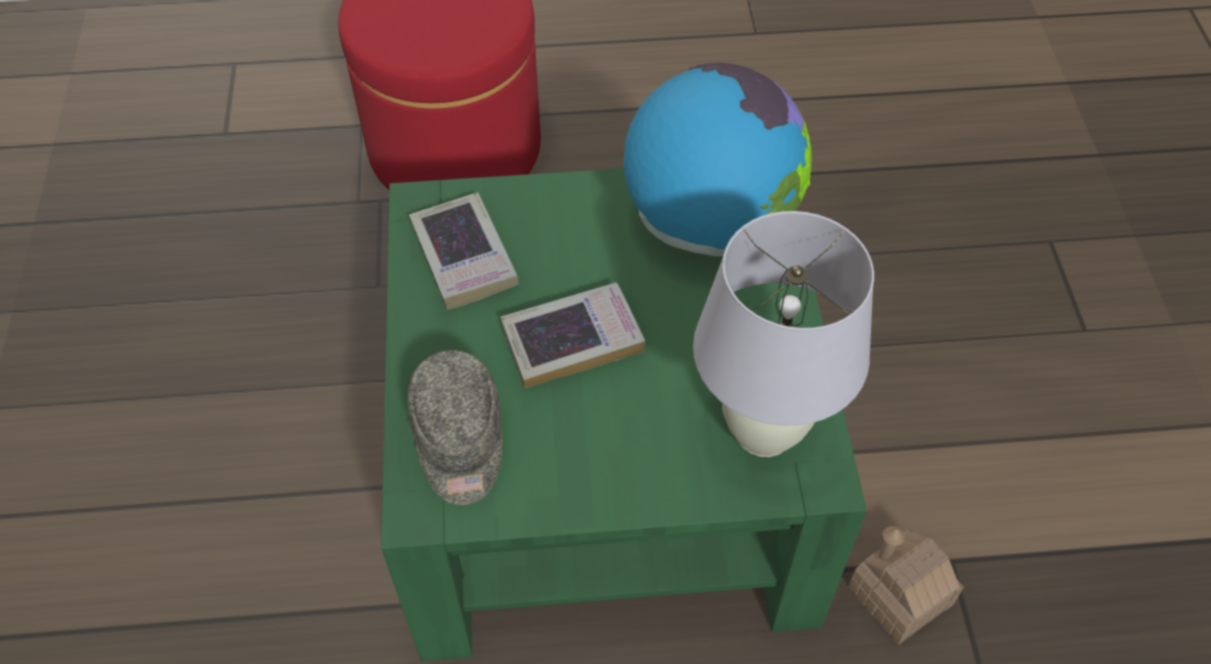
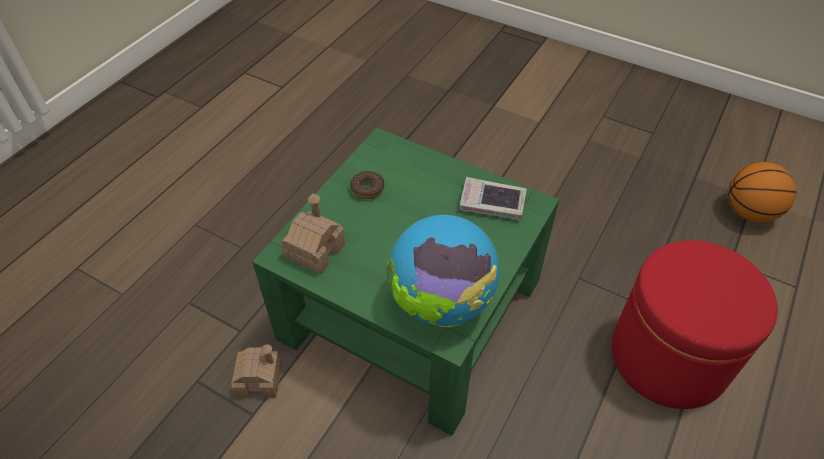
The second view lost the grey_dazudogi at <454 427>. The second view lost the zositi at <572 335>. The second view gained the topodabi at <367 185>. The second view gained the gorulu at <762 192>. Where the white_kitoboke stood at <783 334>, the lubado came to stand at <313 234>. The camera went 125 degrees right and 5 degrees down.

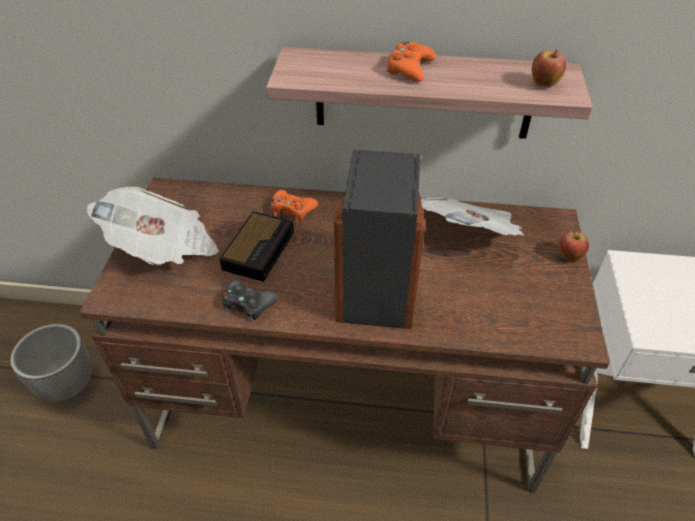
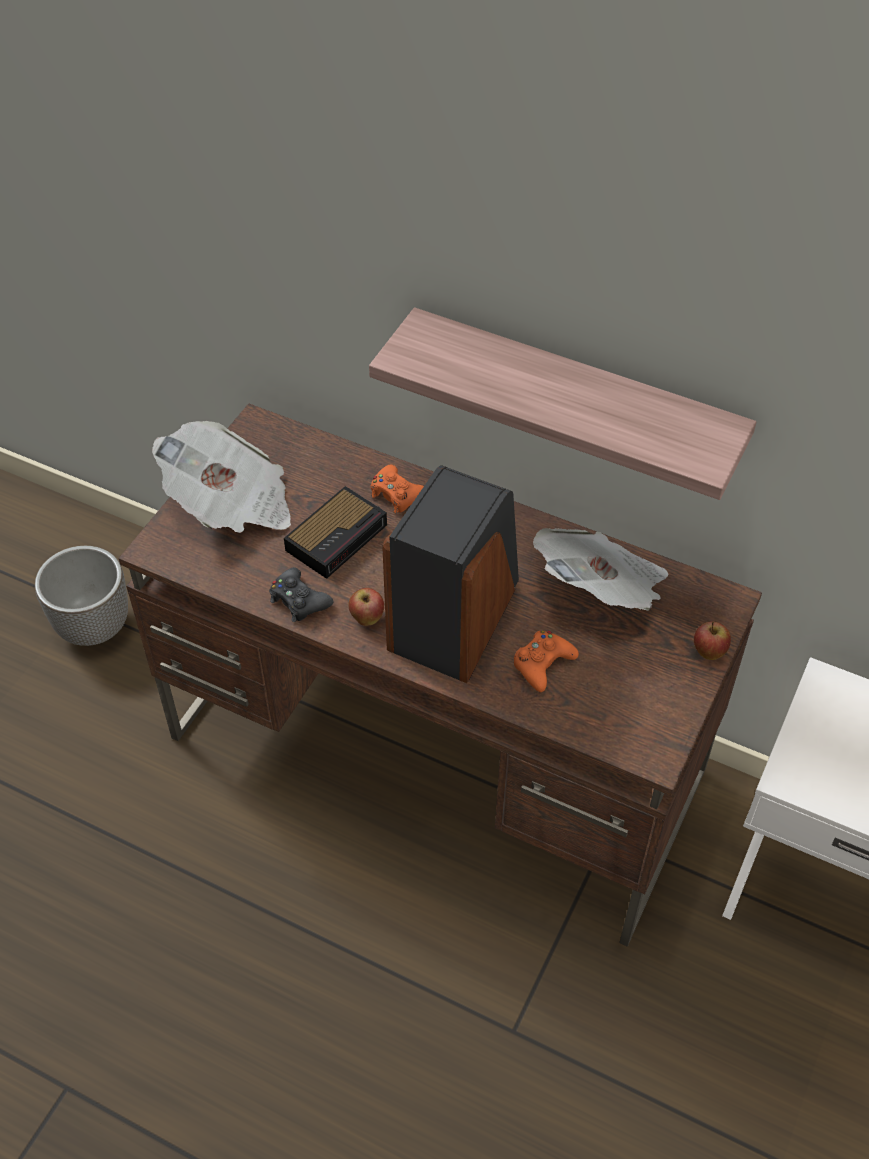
The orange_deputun ended up elsewhere, having gone from <411 62> to <546 661>. The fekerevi ended up elsewhere, having gone from <549 68> to <366 607>. The camera went 20 degrees right and 5 degrees up.

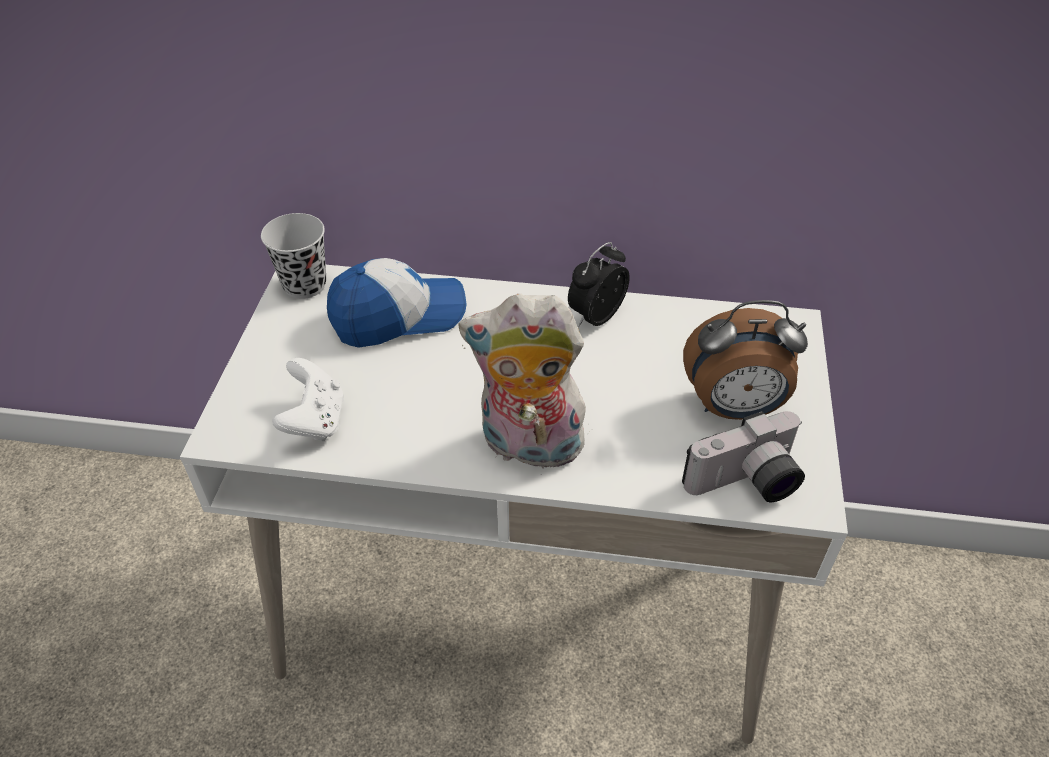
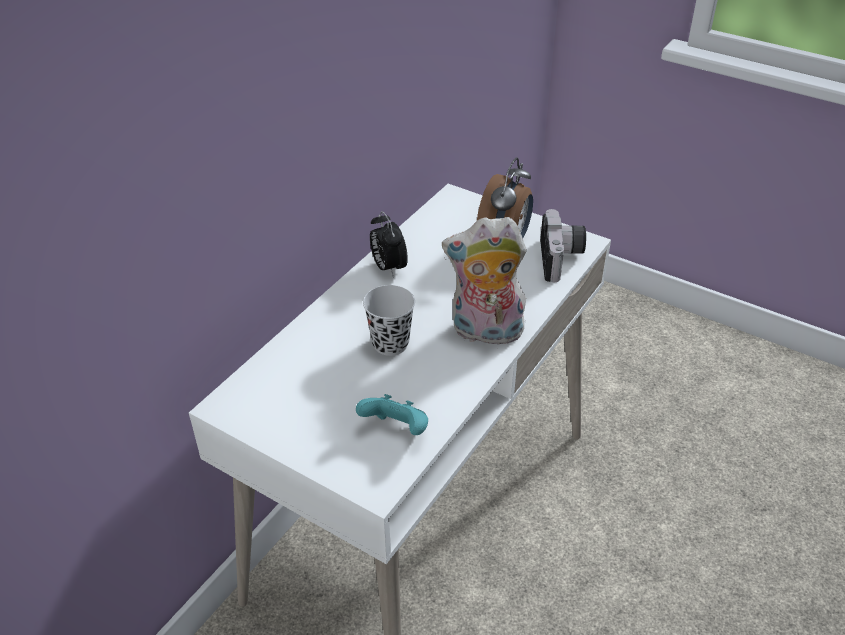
The second view lost the dazudogi at <397 303>. The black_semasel ended up elsewhere, having gone from <293 256> to <389 320>. What was the white_deputun at <308 399> turned into the turquoise_deputun at <392 414>. The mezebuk at <525 384> ended up facing another way, 60 degrees clockwise from before. The camera went 65 degrees left and 5 degrees down.

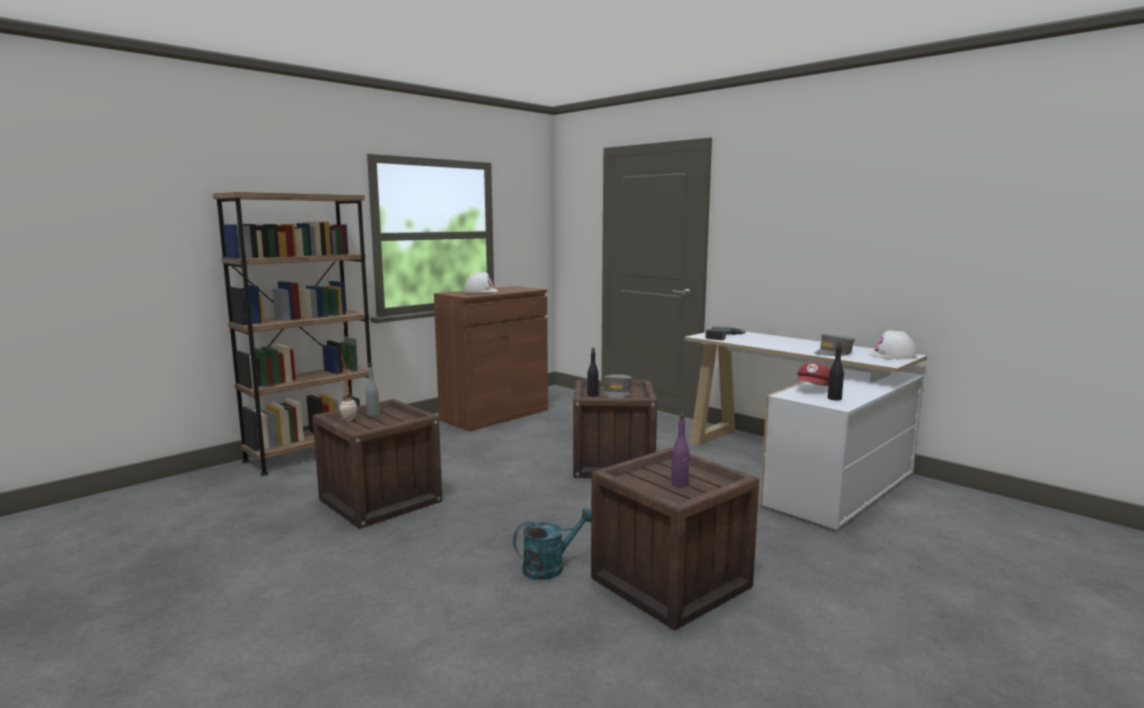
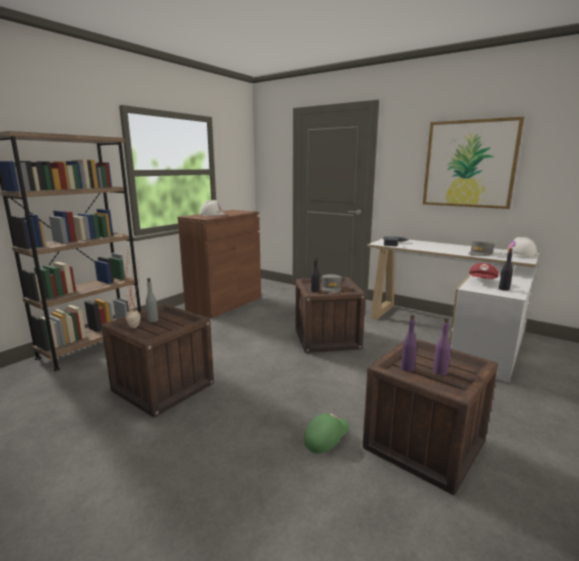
The second view gained the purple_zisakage at <409 343>. The second view gained the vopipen at <473 163>. Where the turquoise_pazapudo stood at <552 544>, the green_dazudogi came to stand at <326 433>. The camera went 10 degrees left and 5 degrees up.

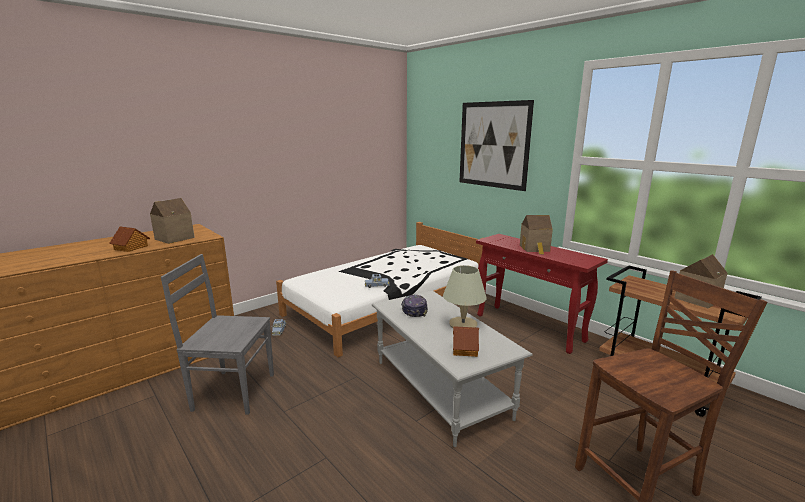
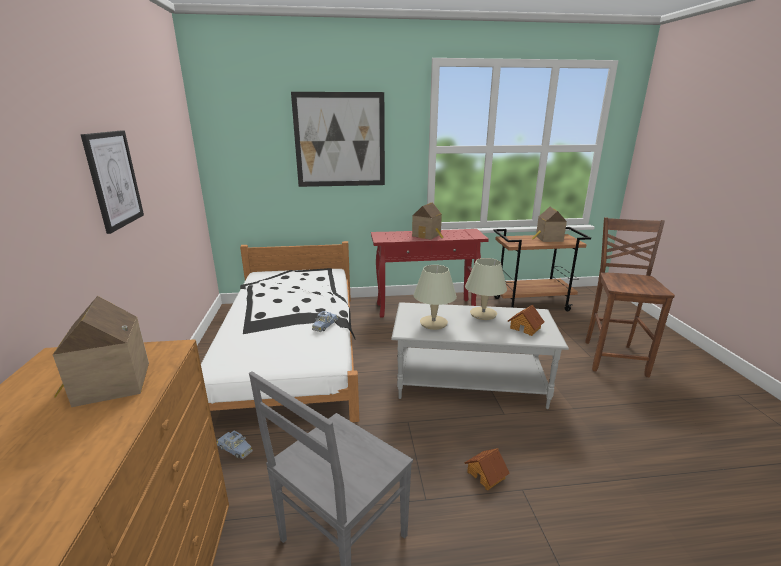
The second view gained the vopipen at <112 182>. The lubado ended up elsewhere, having gone from <129 239> to <487 469>. Where the dazudogi stood at <414 306>, the beige_kitoboke came to stand at <435 297>. The camera went 55 degrees left and 5 degrees up.

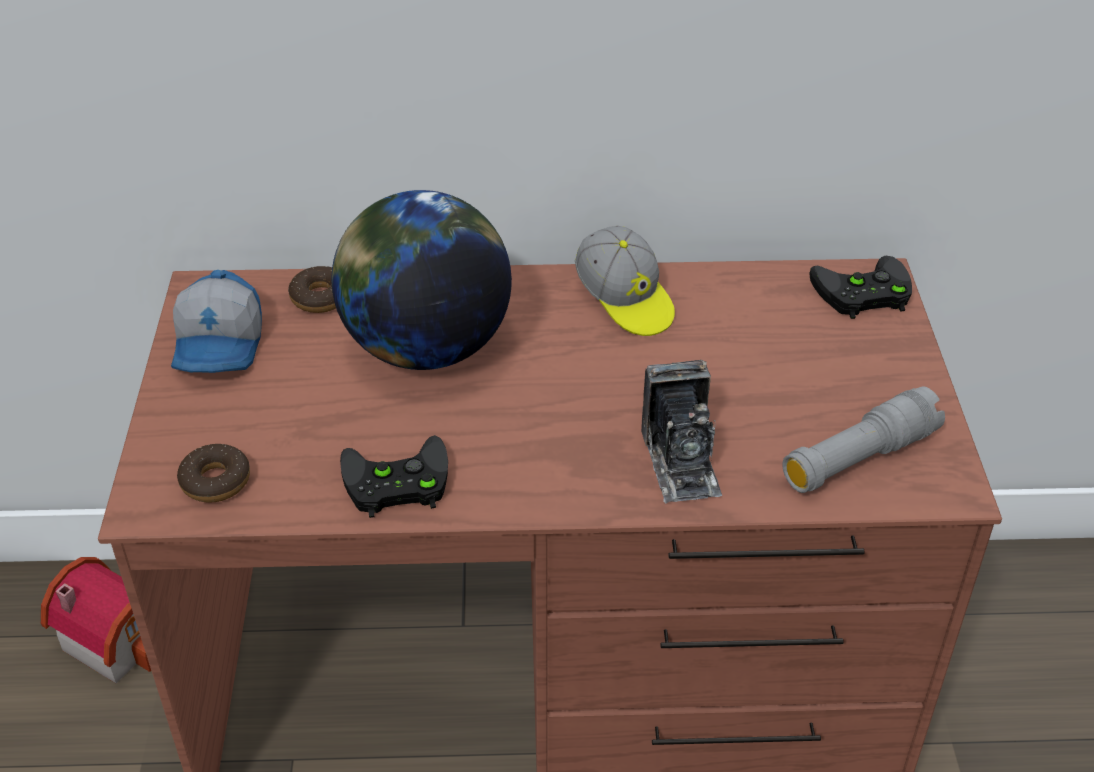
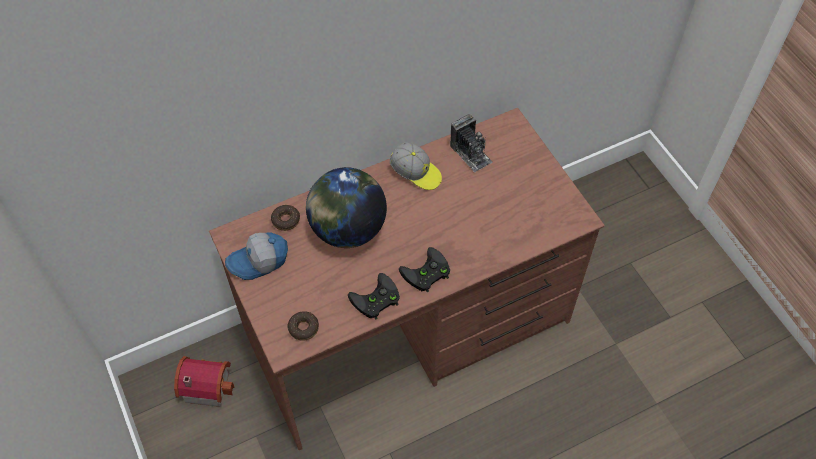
The second view lost the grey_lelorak at <863 439>. The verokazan ended up elsewhere, having gone from <681 432> to <471 143>. The black_deputun ended up elsewhere, having gone from <860 287> to <424 269>. The dazudogi at <216 321> ended up facing another way, 90 degrees clockwise from before. The camera went 25 degrees left and 15 degrees up.

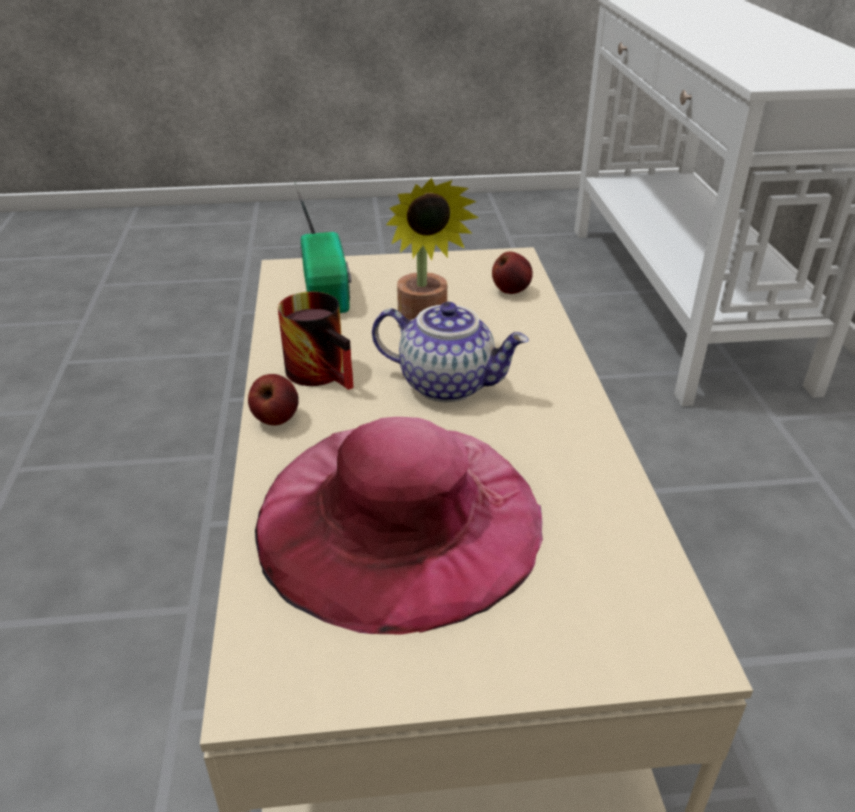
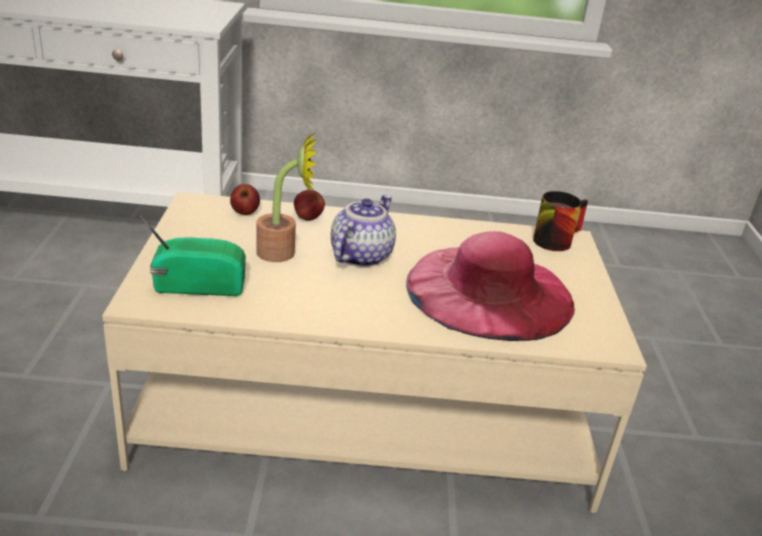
The fekerevi ended up elsewhere, having gone from <273 399> to <309 205>. The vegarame ended up elsewhere, having gone from <315 341> to <560 221>. The camera went 85 degrees left and 5 degrees down.

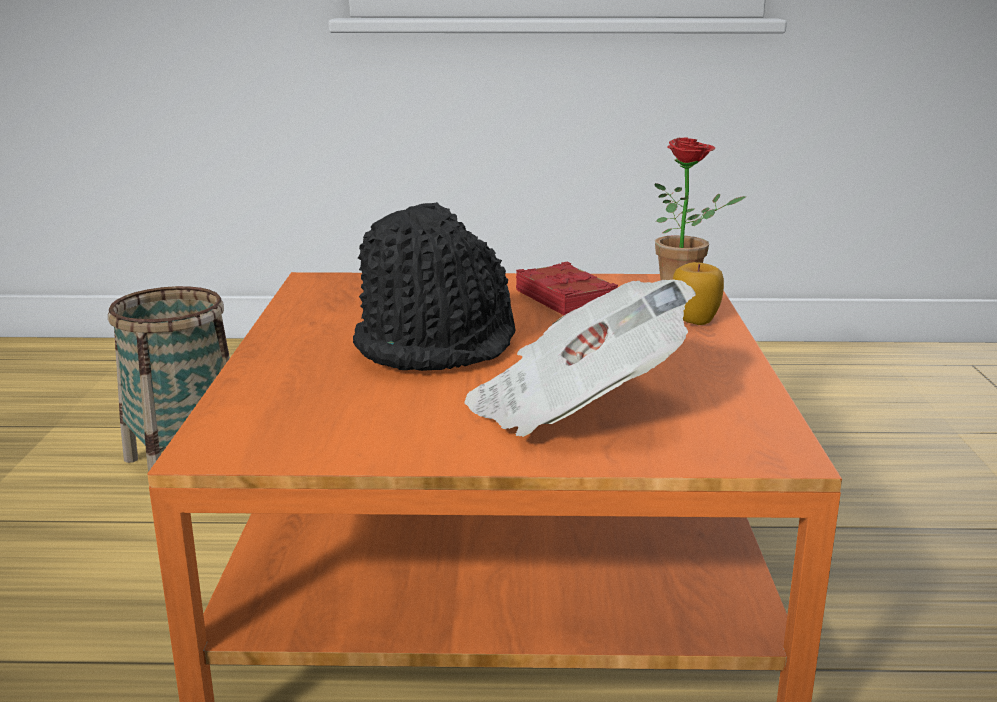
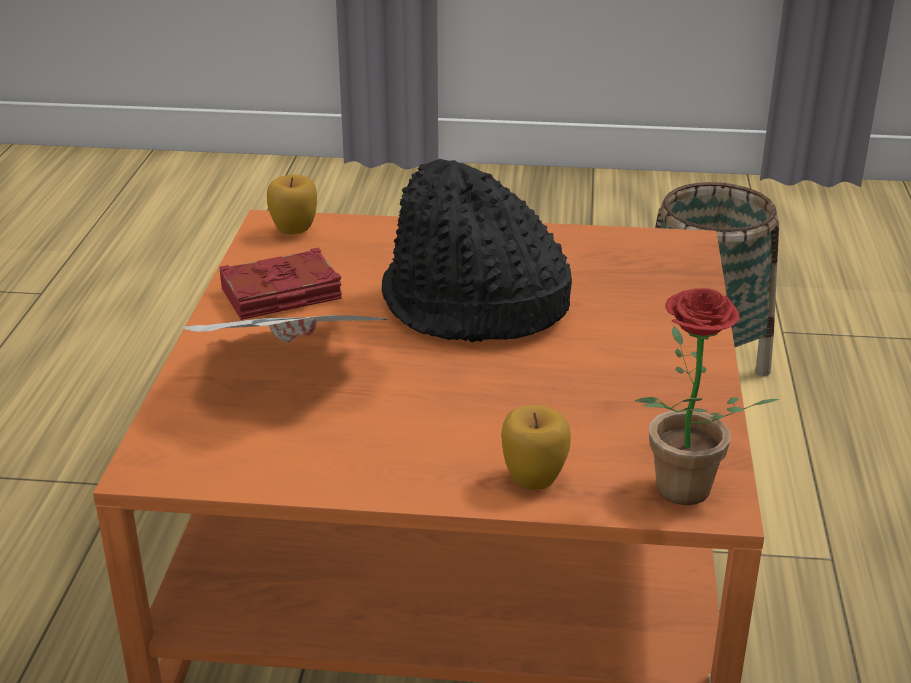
The second view gained the fekerevi at <292 204>. The red_zositi ended up elsewhere, having gone from <567 288> to <280 283>. The camera went 95 degrees right and 10 degrees up.

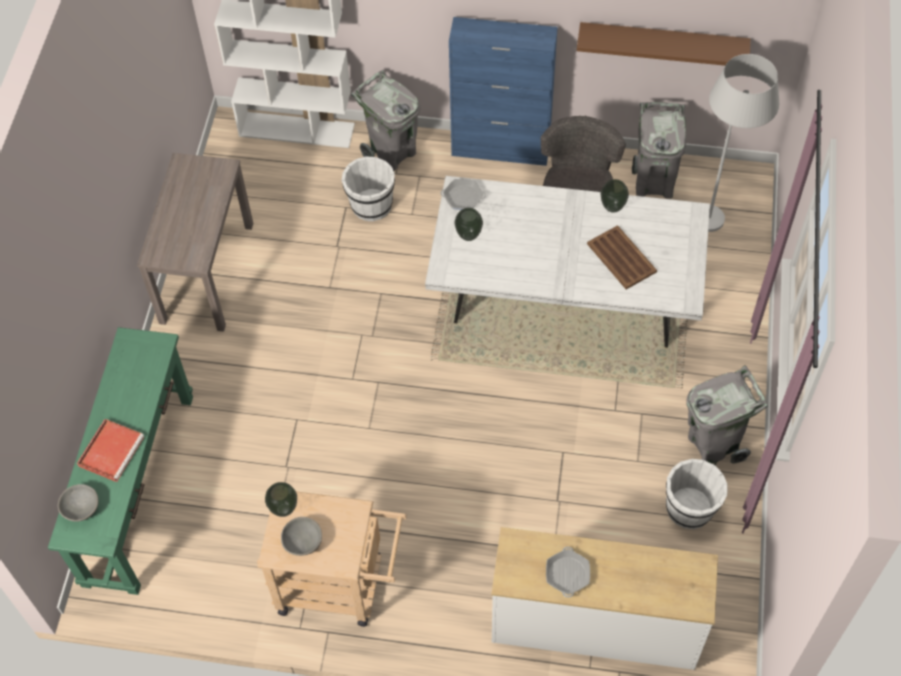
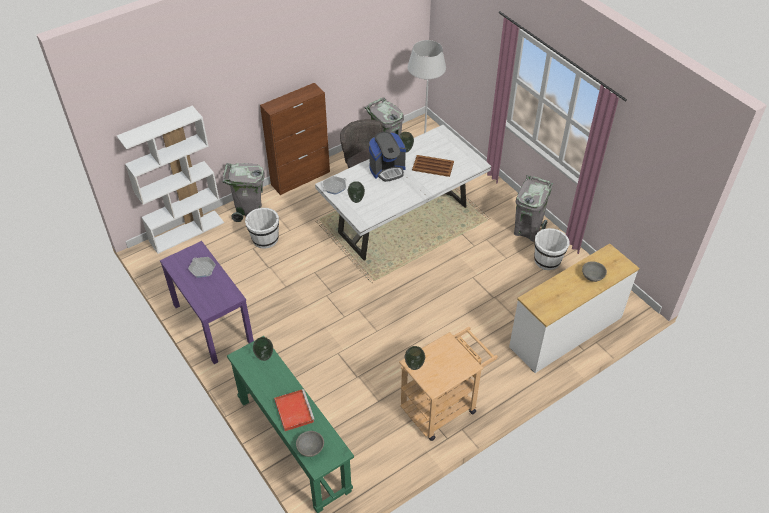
The second view lost the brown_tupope at <664 44>. The second view gained the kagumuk at <263 349>. The second view gained the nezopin at <387 157>. The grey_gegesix ended up elsewhere, having gone from <301 536> to <594 271>. The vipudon ended up elsewhere, having gone from <568 572> to <202 267>. What was the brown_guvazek at <195 242> turned into the purple_guvazek at <207 302>. What was the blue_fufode at <503 91> turned into the brown_fufode at <295 139>. The camera went 45 degrees left and 10 degrees down.

